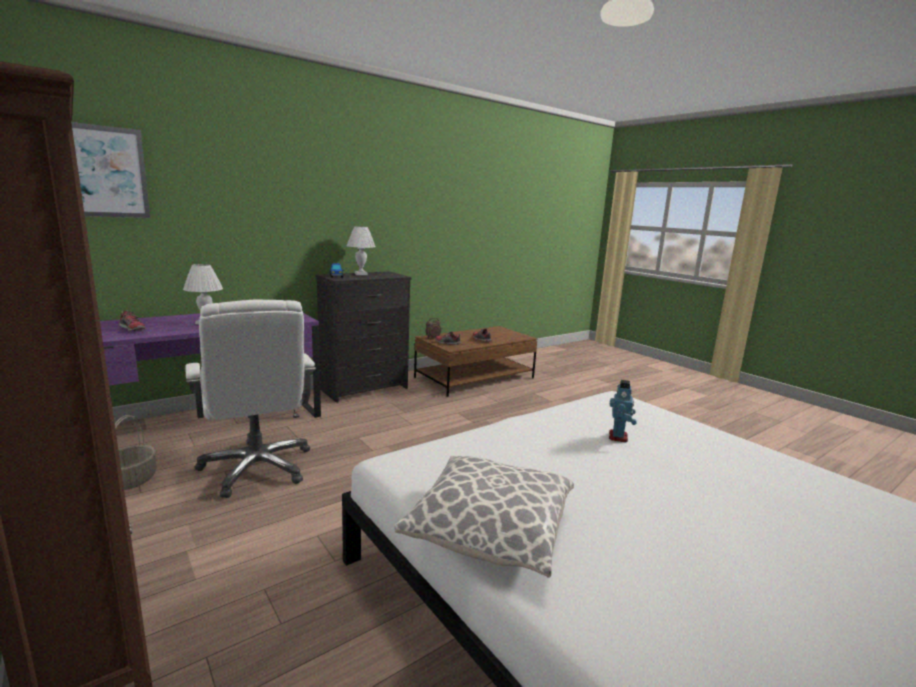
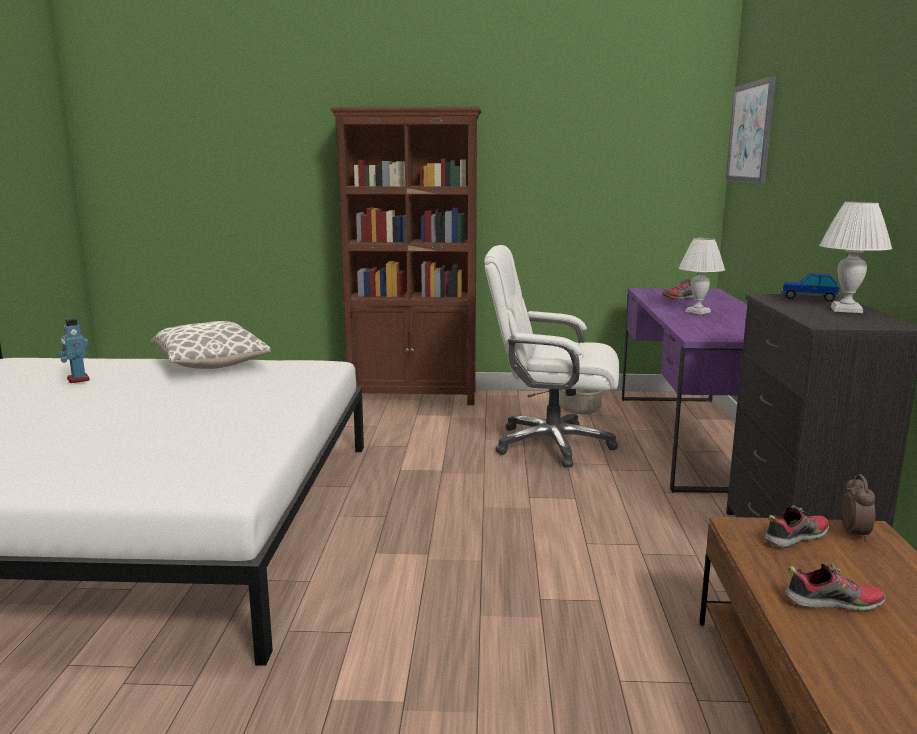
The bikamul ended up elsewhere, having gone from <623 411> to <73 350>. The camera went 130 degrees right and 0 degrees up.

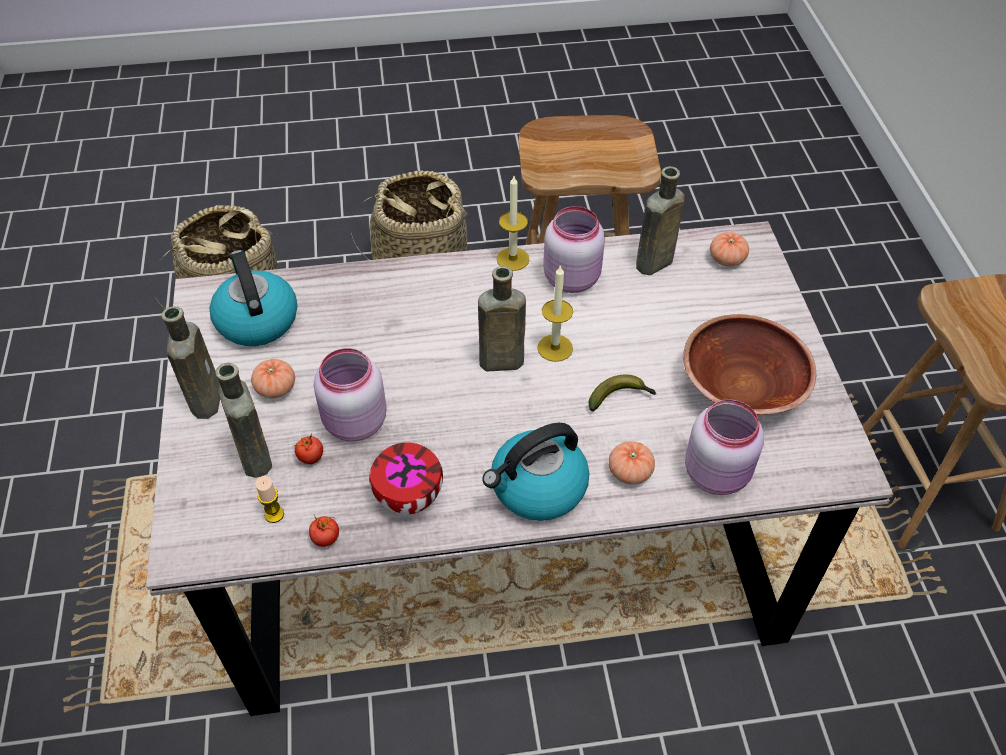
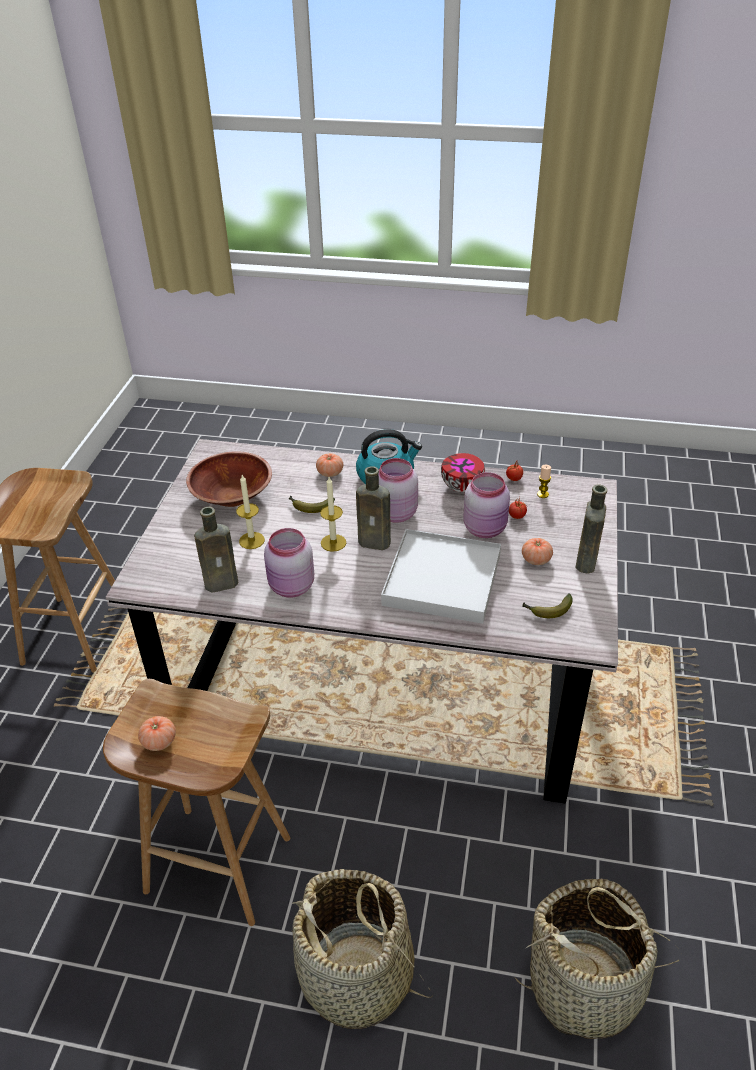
The second view lost the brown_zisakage at <243 420>. The second view gained the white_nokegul at <441 576>. The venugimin ended up elsewhere, having gone from <513 223> to <250 512>. The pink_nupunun ended up elsewhere, having gone from <724 447> to <398 490>. The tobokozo ended up elsewhere, having gone from <729 249> to <157 733>. Where the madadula stood at <253 298>, the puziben came to stand at <547 605>. The camera went 160 degrees left and 10 degrees down.

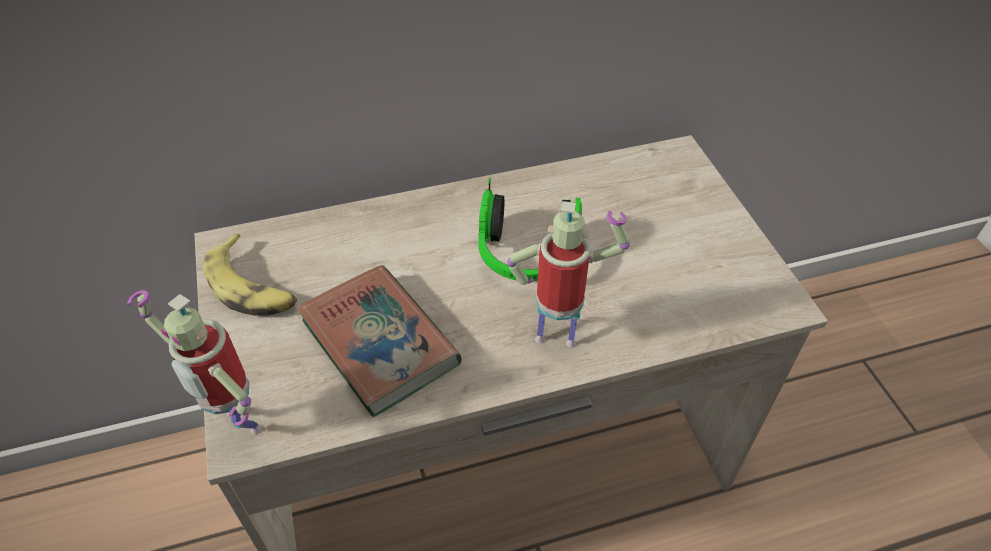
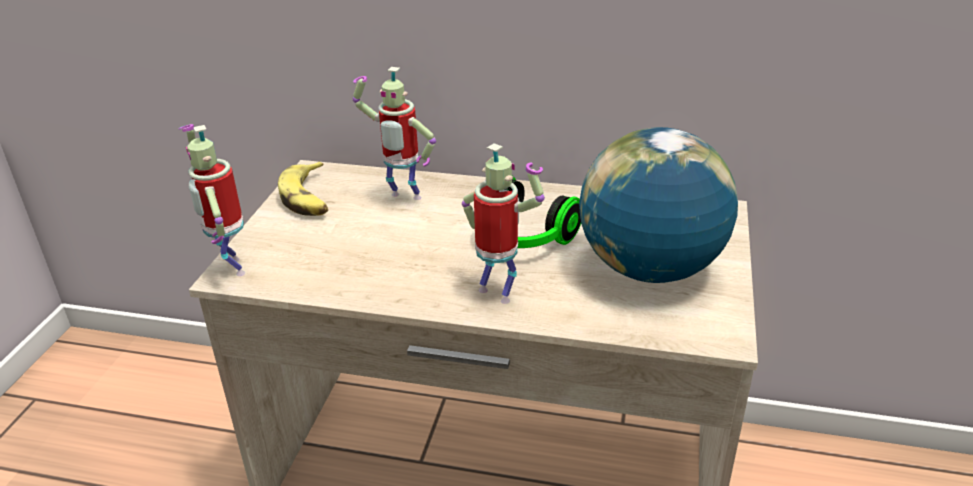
The second view lost the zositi at <379 341>. The second view gained the bikamul at <394 133>. The second view gained the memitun at <658 205>. The camera went 30 degrees right and 15 degrees down.

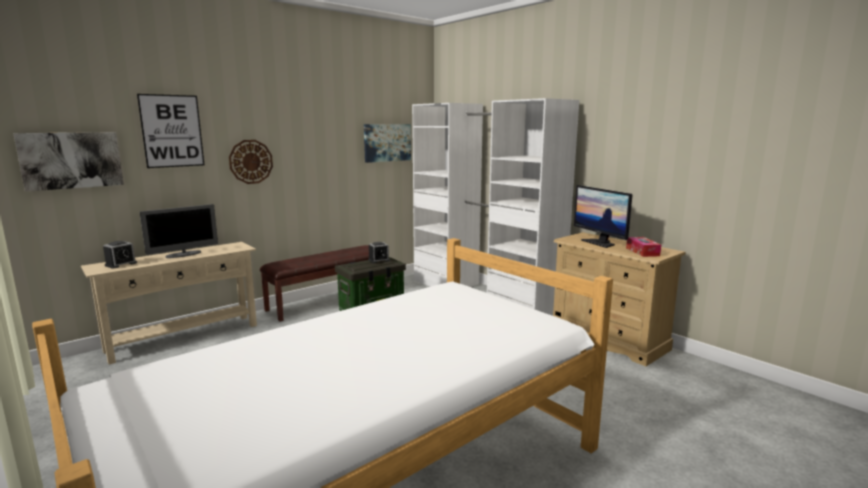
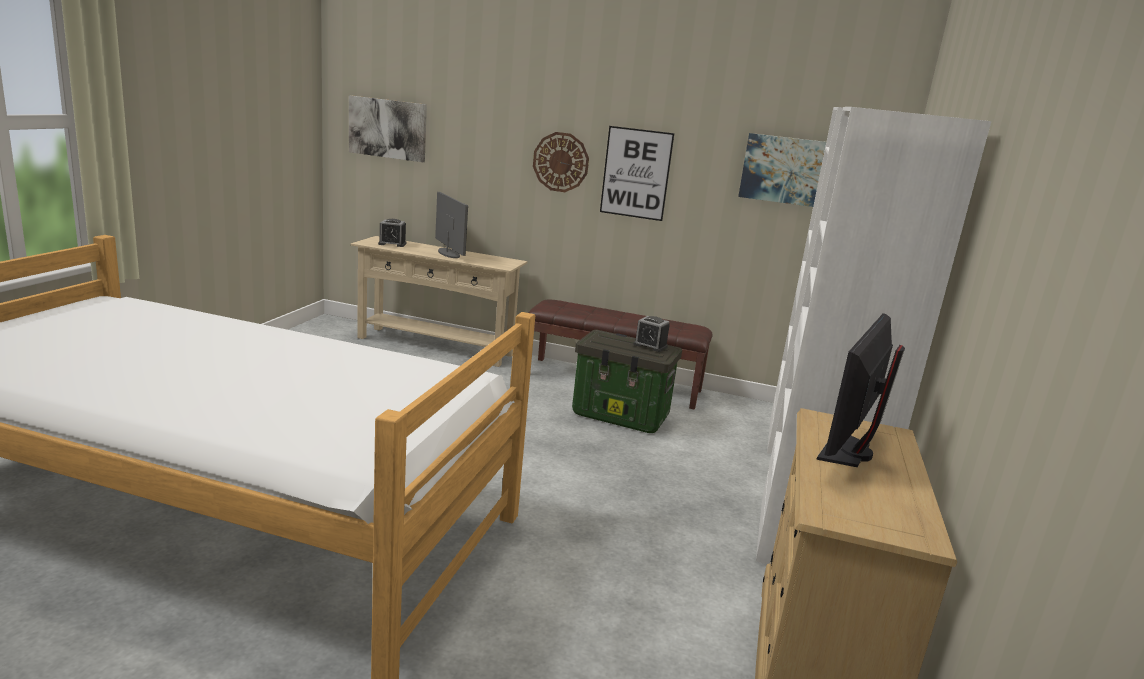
The second view lost the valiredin at <643 247>. The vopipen ended up elsewhere, having gone from <170 131> to <637 173>. The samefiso at <179 231> ended up facing another way, 135 degrees counterclockwise from before. The camera went 55 degrees right and 5 degrees up.

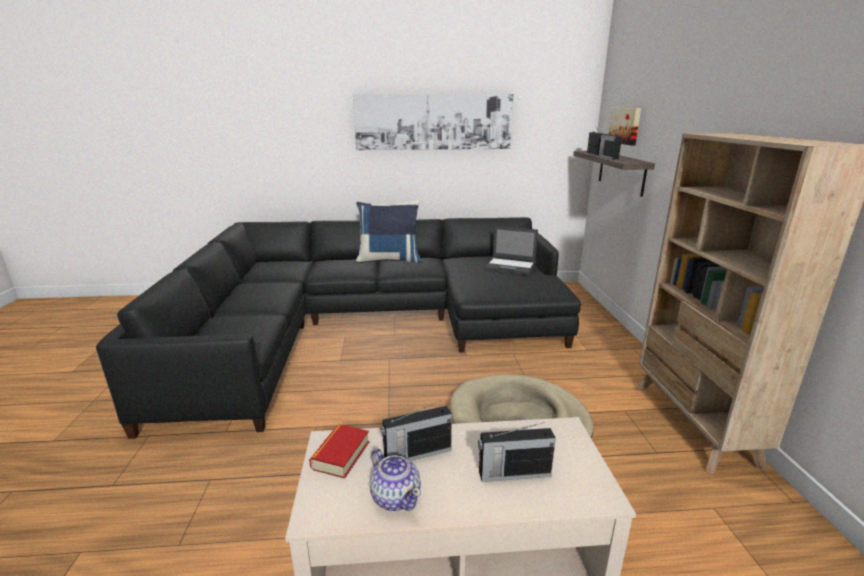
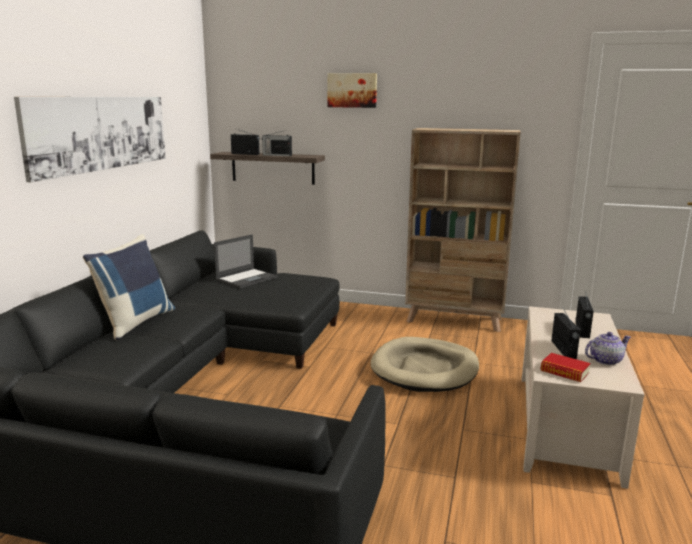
The vopipen ended up elsewhere, having gone from <625 126> to <352 90>. The camera went 70 degrees left and 5 degrees down.

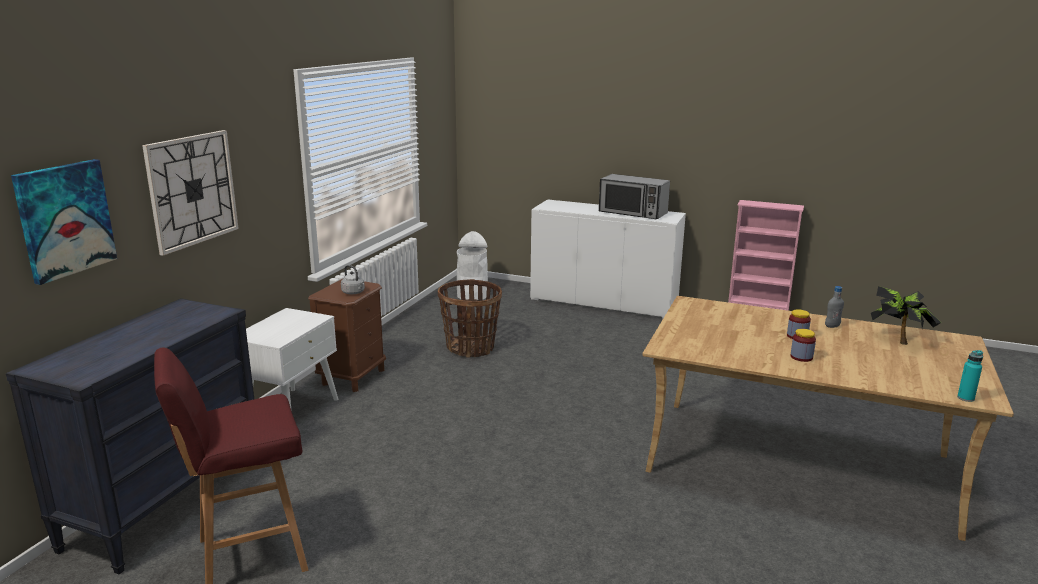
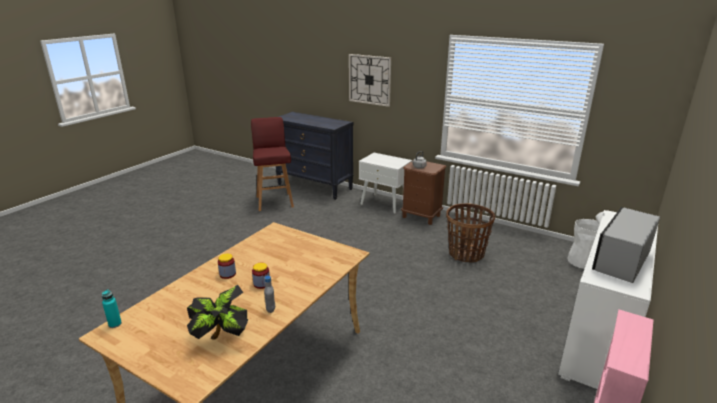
The second view lost the vopipen at <64 222>. The camera went 100 degrees right and 5 degrees up.

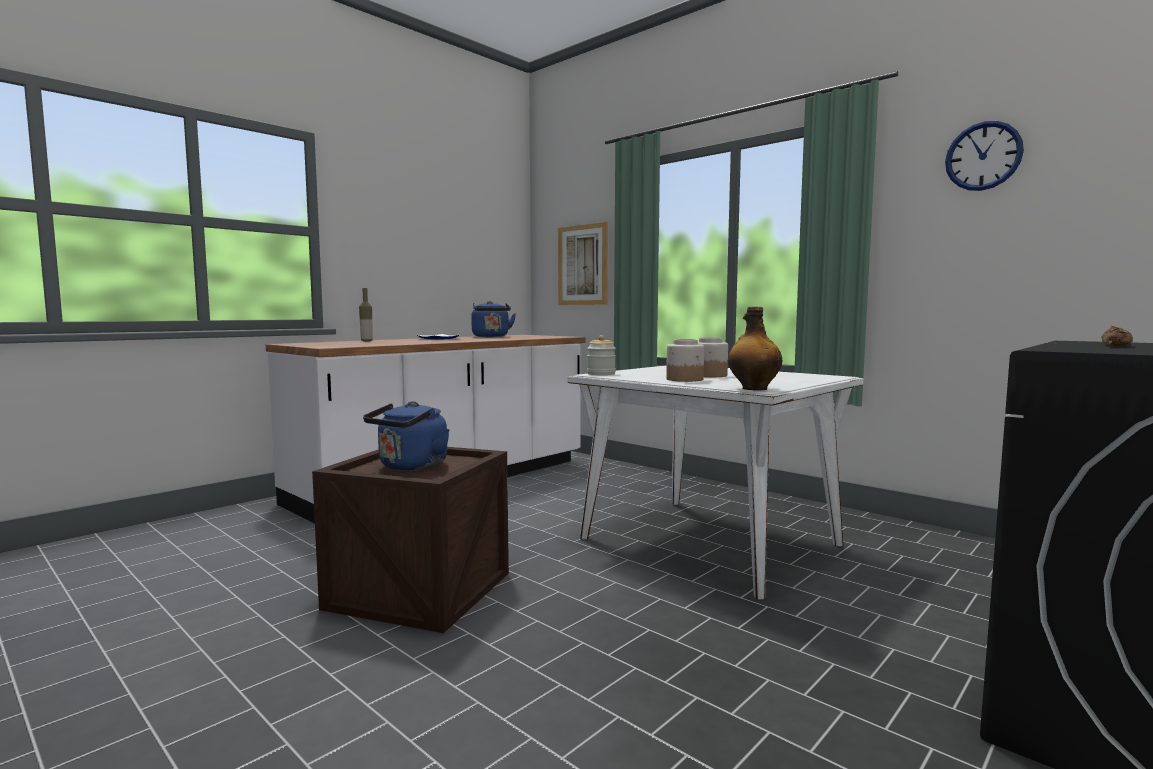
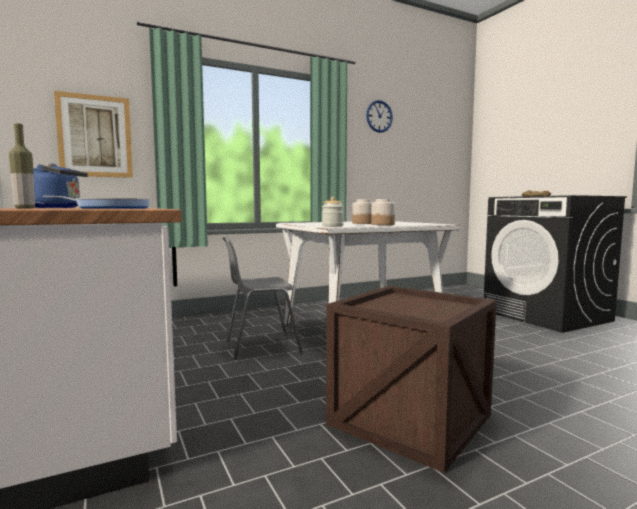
The second view lost the blue_madadula at <406 436>. The second view lost the zisakage at <755 349>. The second view gained the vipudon at <97 202>. The second view gained the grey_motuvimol at <263 297>. The camera went 70 degrees left and 0 degrees up.

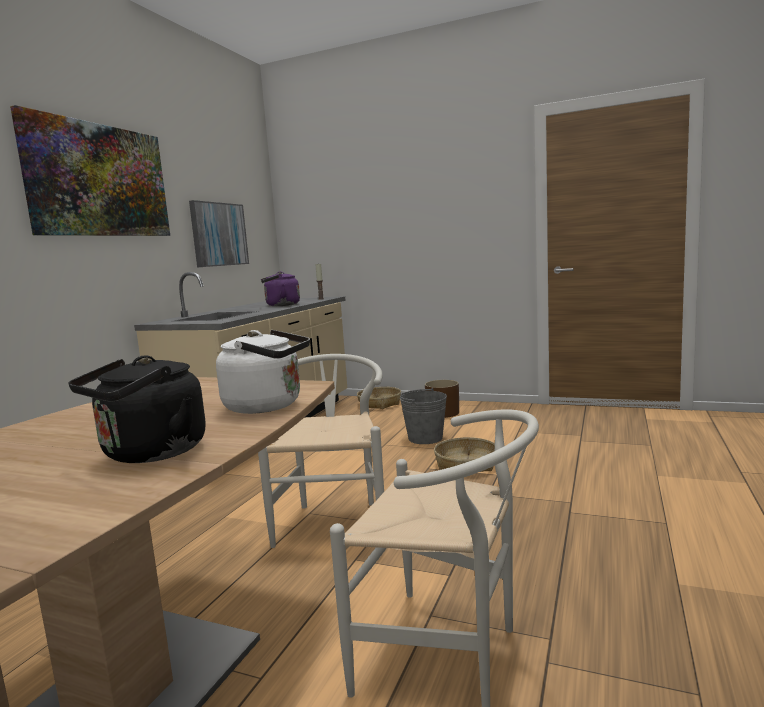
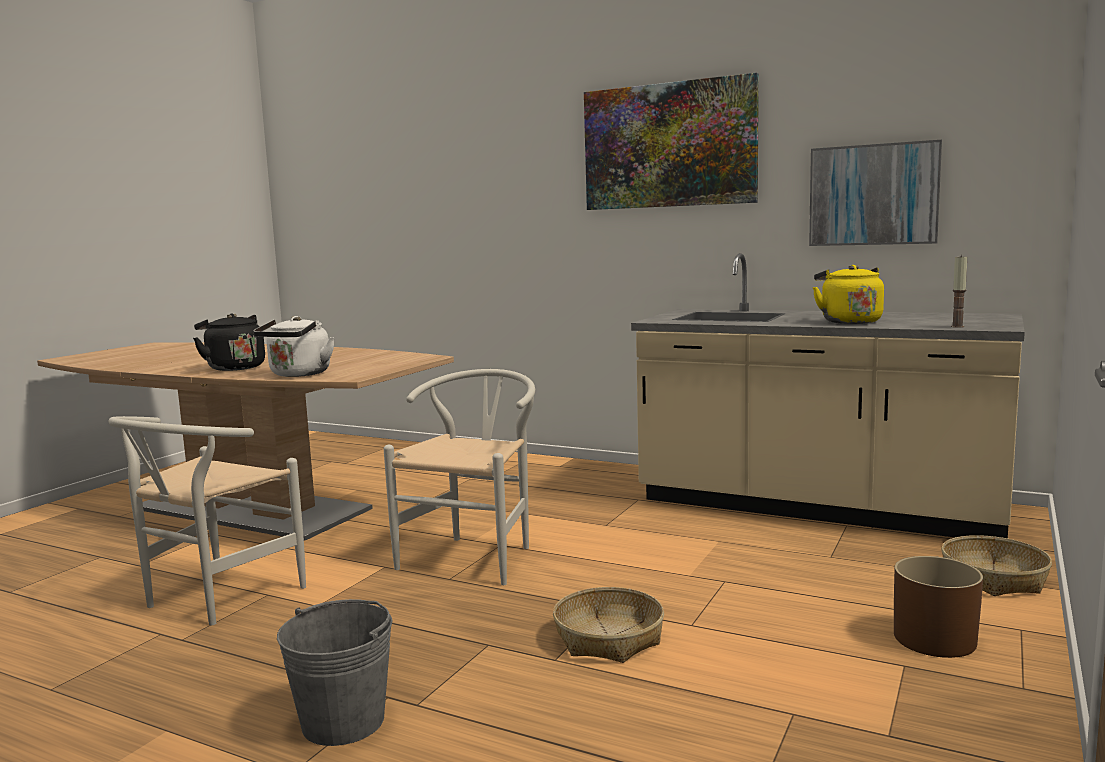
The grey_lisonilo ended up elsewhere, having gone from <423 416> to <335 672>. What was the purple_madadula at <280 288> turned into the yellow_madadula at <848 294>. The white_motuvimol at <321 451> ended up facing another way, 75 degrees counterclockwise from before. The camera went 95 degrees right and 0 degrees up.

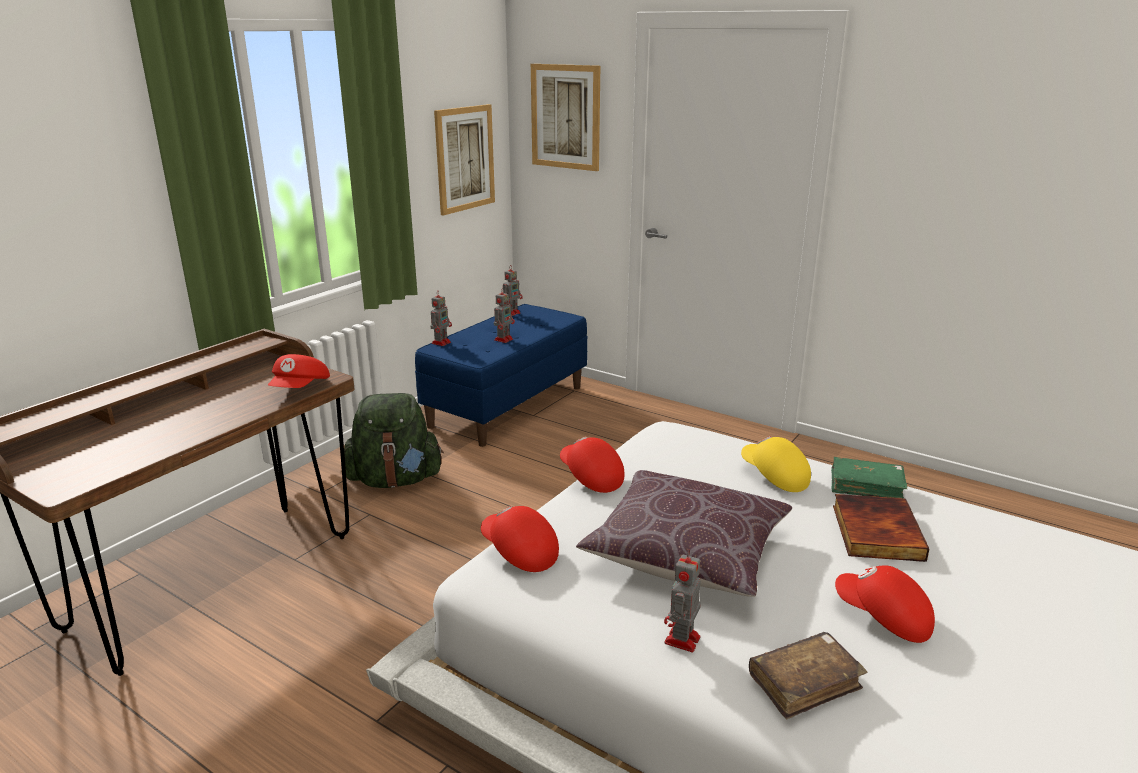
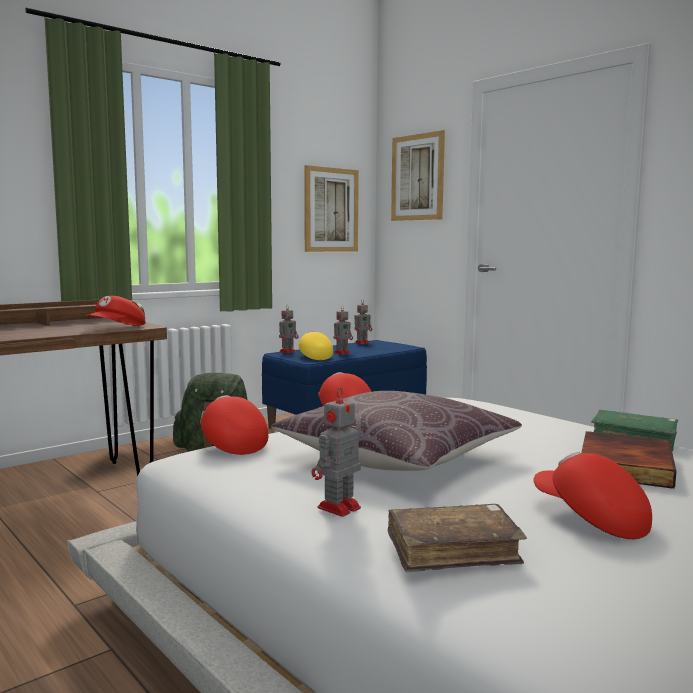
The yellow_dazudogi ended up elsewhere, having gone from <776 464> to <315 345>. The camera went 15 degrees right and 15 degrees down.

